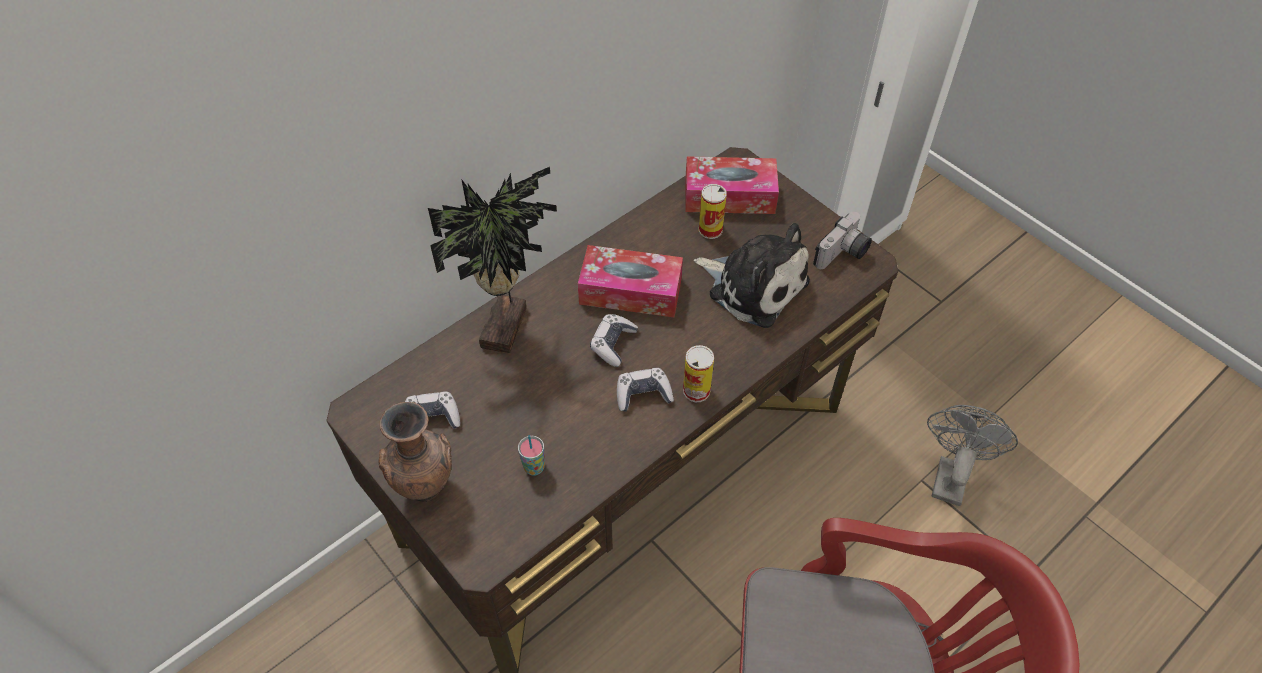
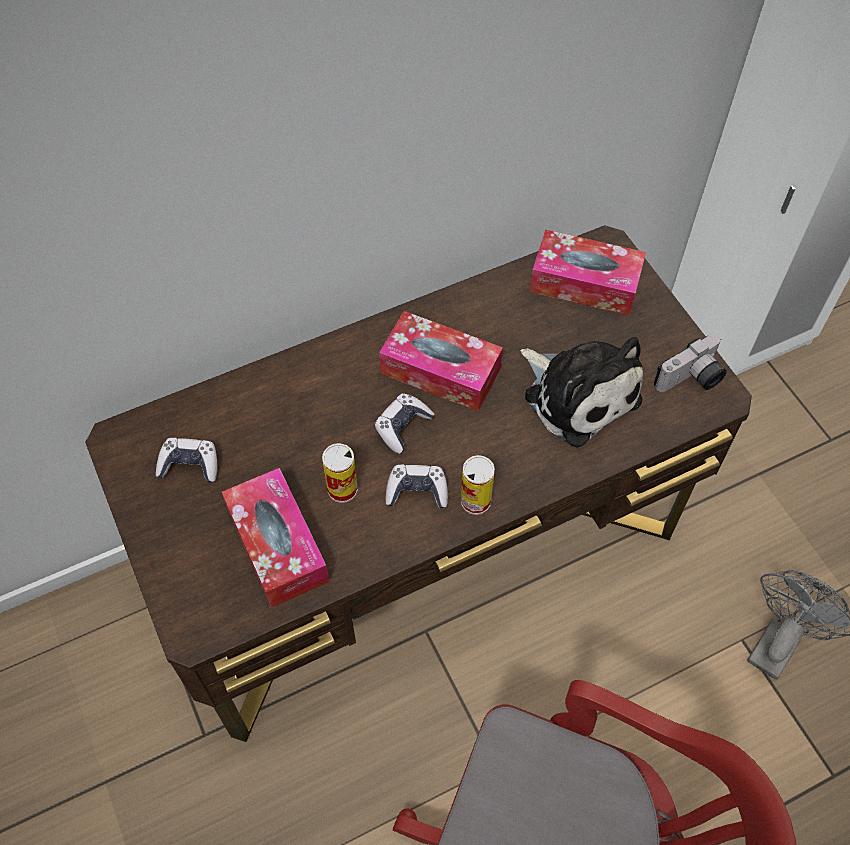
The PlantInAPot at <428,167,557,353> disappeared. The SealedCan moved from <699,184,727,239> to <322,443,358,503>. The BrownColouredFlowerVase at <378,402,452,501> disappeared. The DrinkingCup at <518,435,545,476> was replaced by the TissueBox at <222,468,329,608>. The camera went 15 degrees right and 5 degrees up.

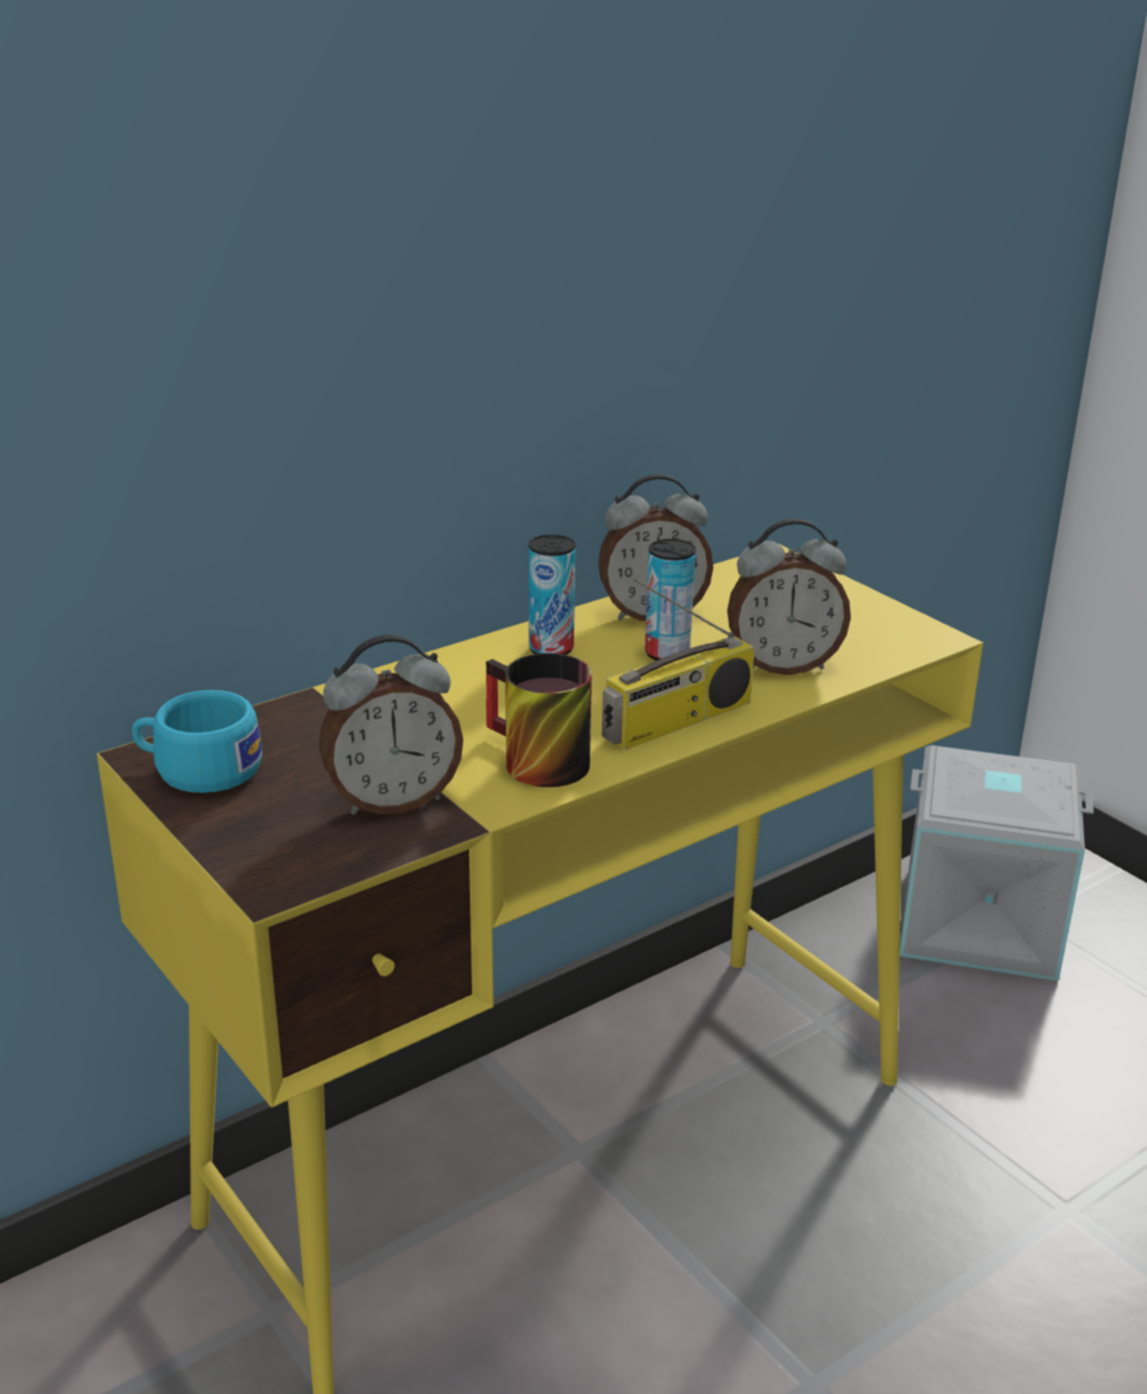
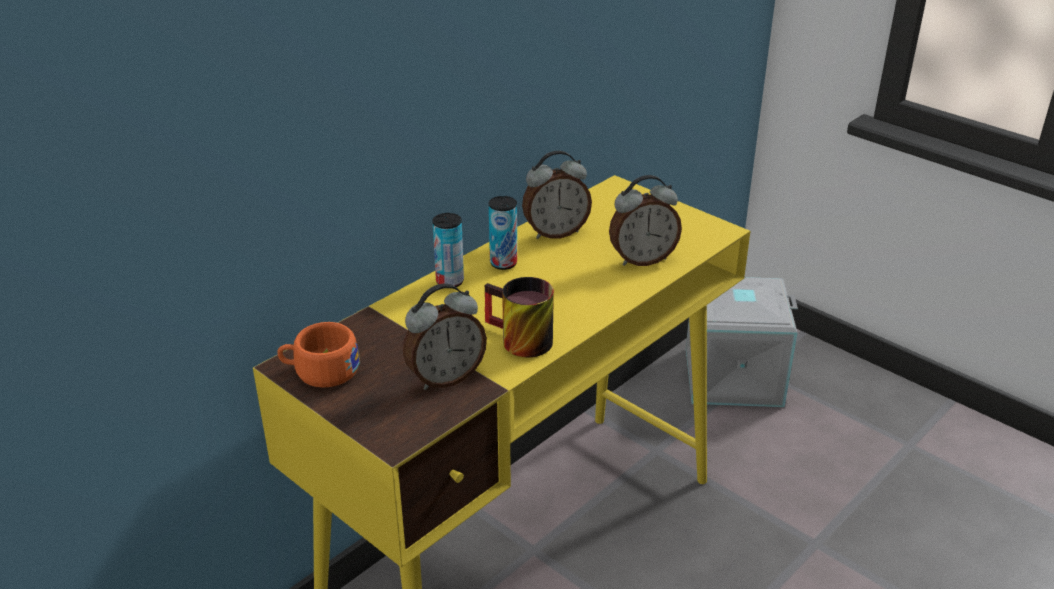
The SealedCan moved from <645,539,696,661> to <432,213,464,287>. The RadioReceiver at <602,578,755,750> disappeared. The BlueGreenDrinkingCup at <132,690,262,793> became the OrangeColouredDrinkingCup at <277,322,360,387>. The camera went 10 degrees left and 5 degrees up.

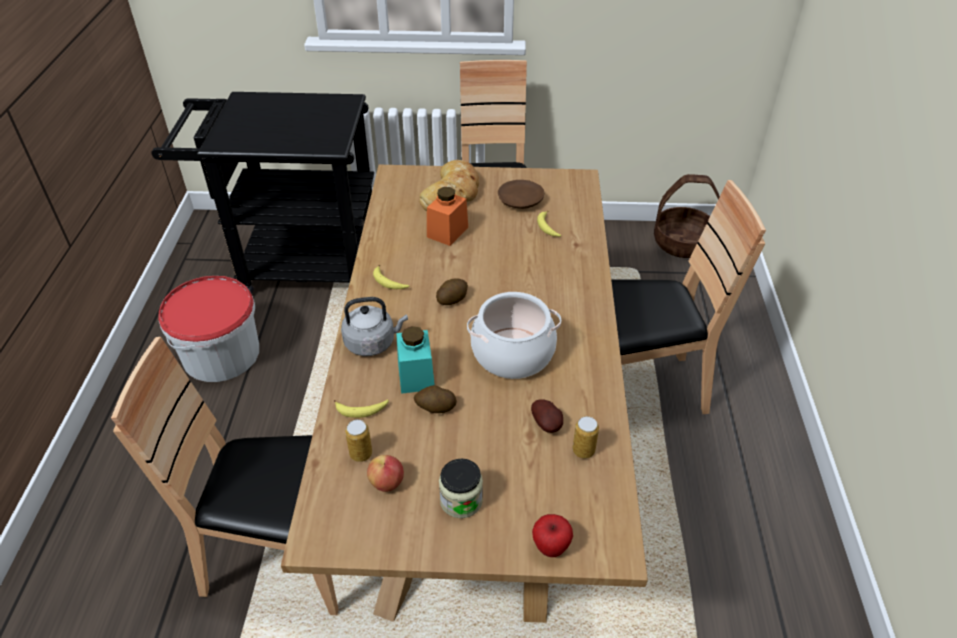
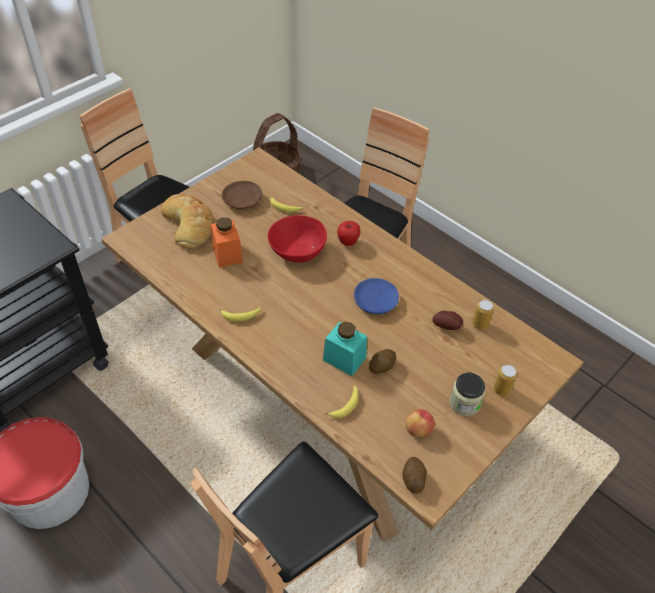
The WholePotato moved from <436,278,468,305> to <402,457,427,494>. The Stockpot at <467,292,561,379> was replaced by the BlueColouredDinnerPlate at <354,278,399,314>. The GreyishTeaKettle at <341,297,408,356> disappeared. The SealedCan moved from <345,420,372,462> to <493,365,517,396>. The WholeApple moved from <532,514,573,557> to <337,221,360,246>. The RedColouredServingBowl at <268,215,327,263> appeared. The camera went 50 degrees left and 5 degrees up.

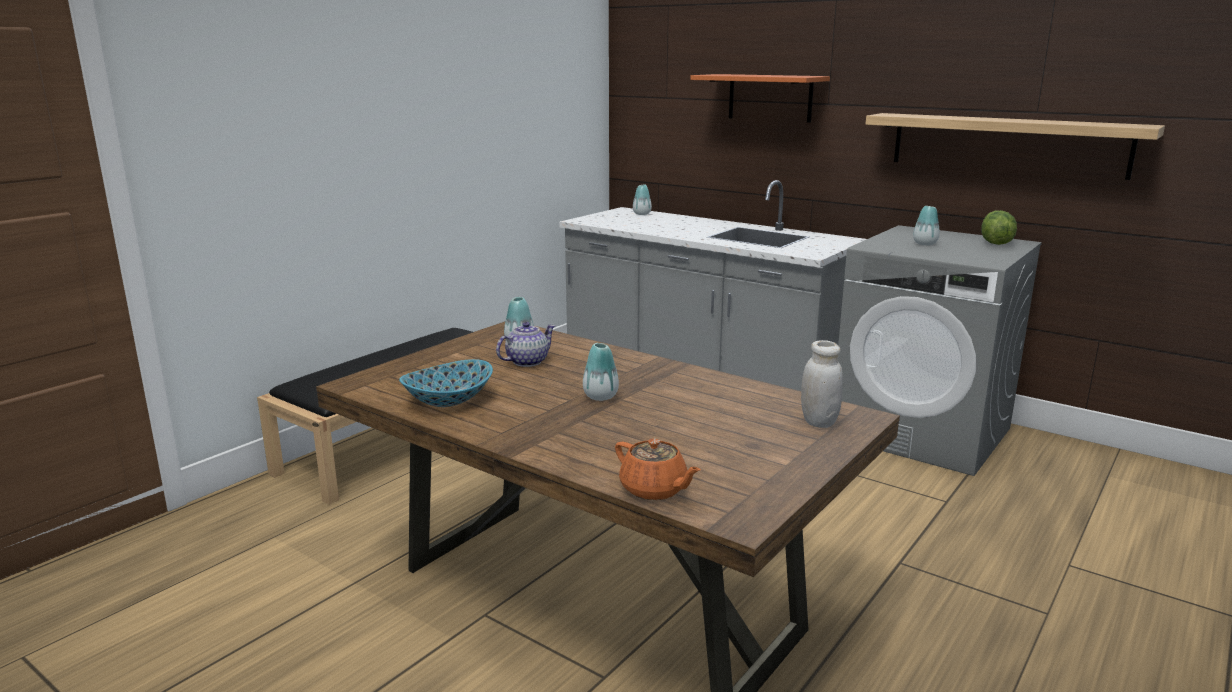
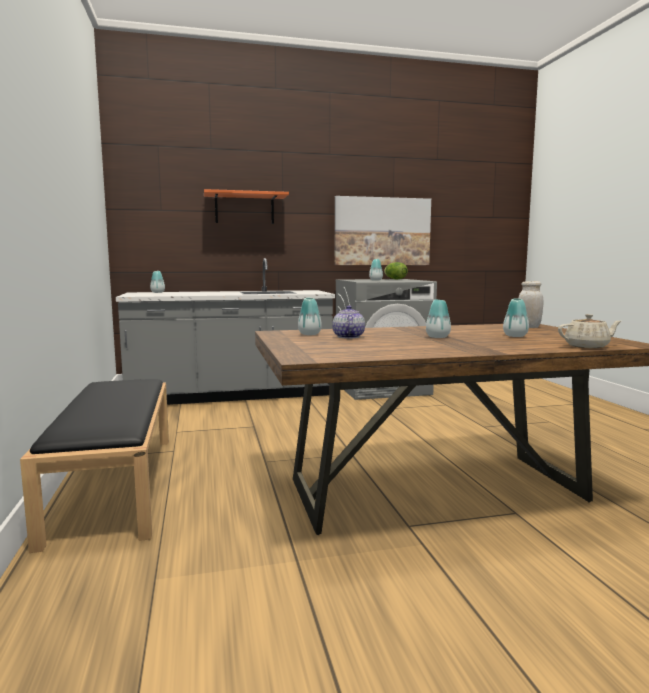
The WallShelf at <866,113,1165,180> was replaced by the Picture at <335,196,431,265>. The ServingBowl at <399,359,493,407> disappeared. The OrangeColouredTeapot at <615,439,701,500> became the SandColouredTeapot at <558,314,621,348>. The FlowerVase at <503,298,529,337> appeared. The camera went 50 degrees left and 10 degrees down.

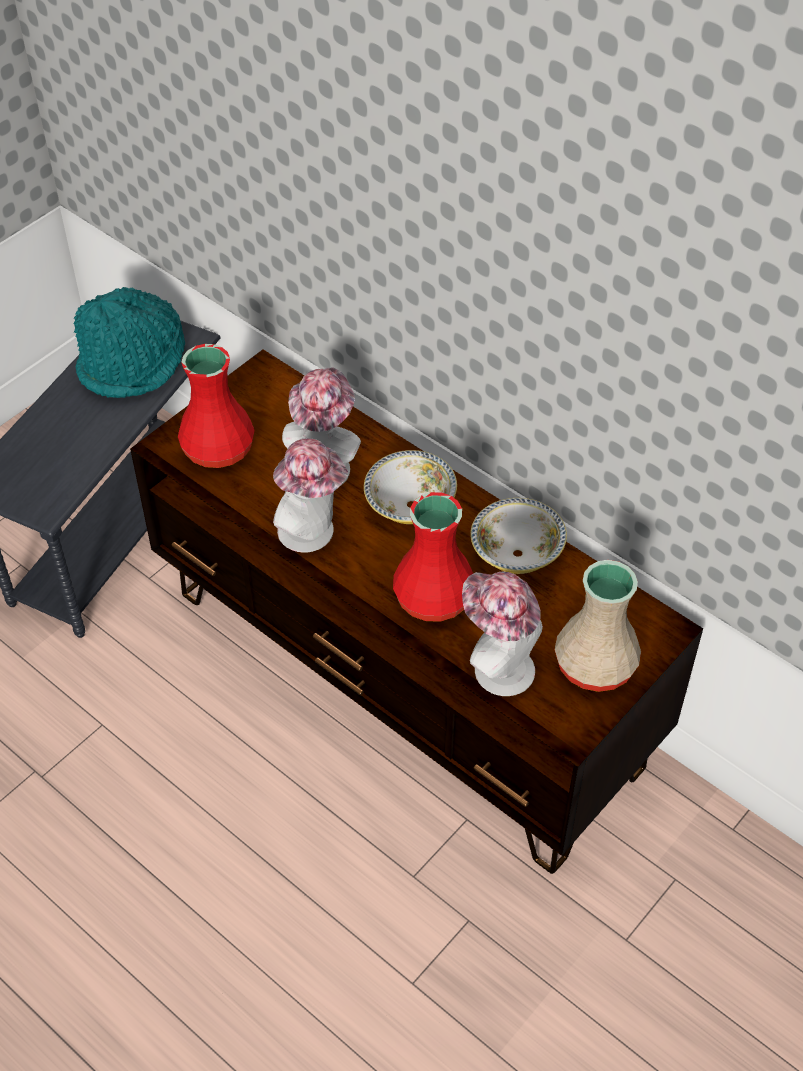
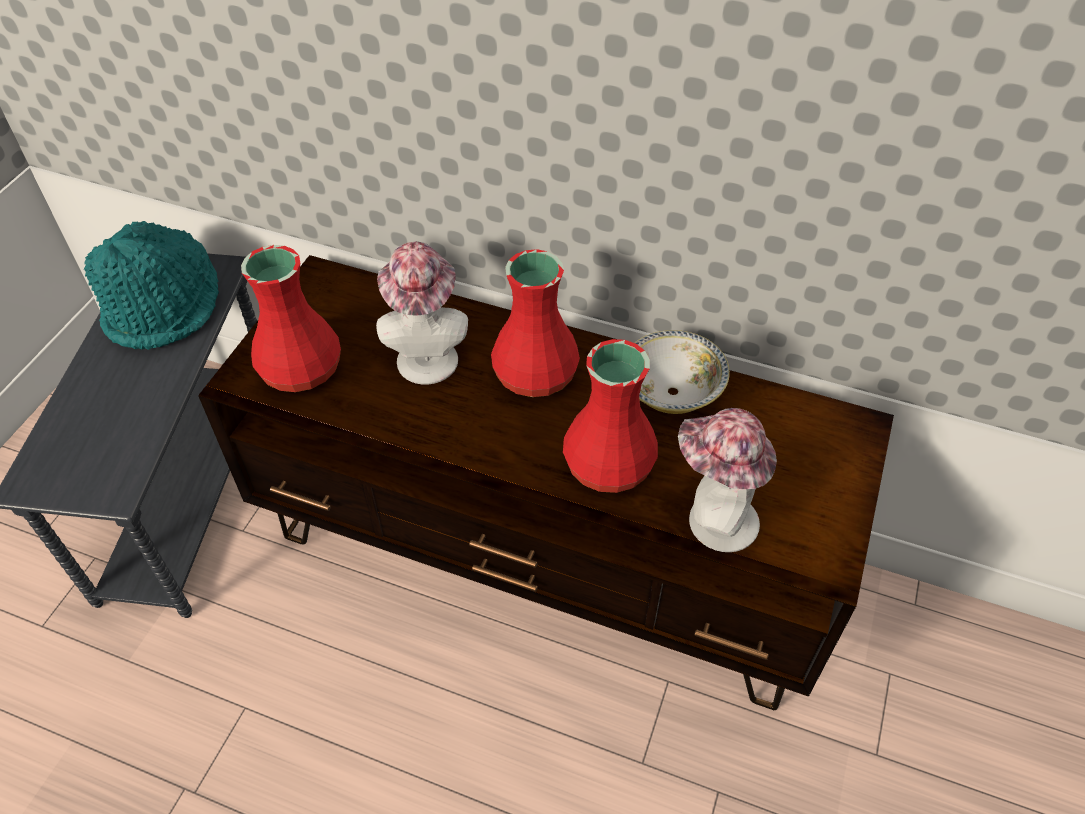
The ClothingHat at <273,438,348,553> disappeared. The ServingBowl at <364,450,457,524> was replaced by the RedColouredFlowerVase at <491,249,580,397>. The SandColouredFlowerVase at <555,560,641,692> disappeared. The camera went 20 degrees left and 0 degrees up.

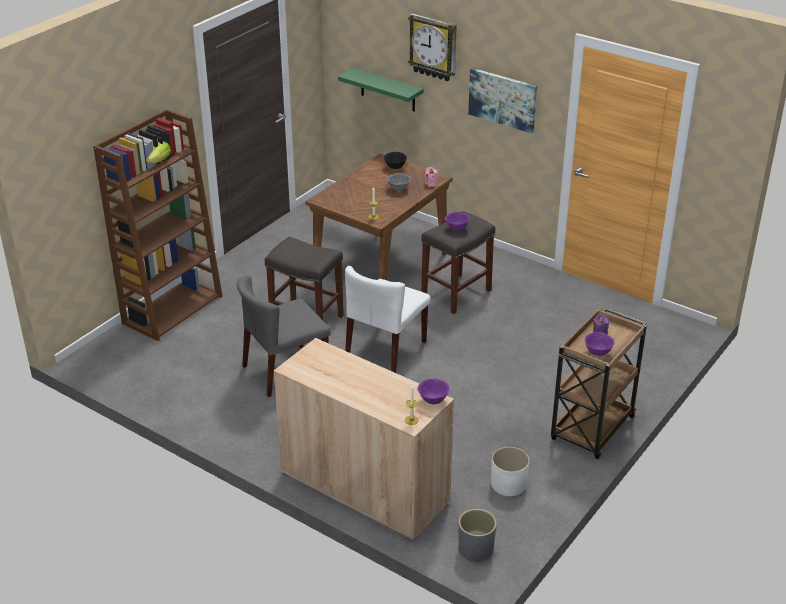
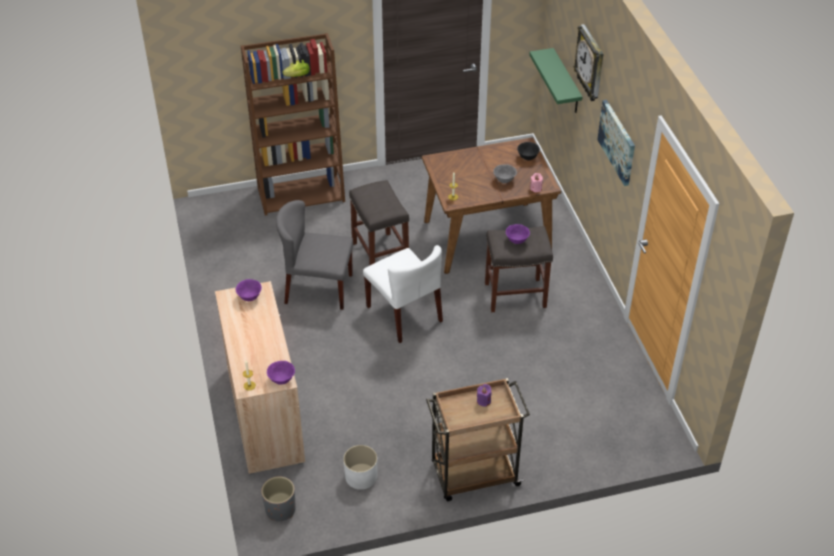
The WhiteColouredUprightChair at <345,266,431,373> turned 105 degrees counterclockwise. The PurpleServingBowl moved from <585,332,615,356> to <236,279,262,301>. The camera went 40 degrees right and 10 degrees up.

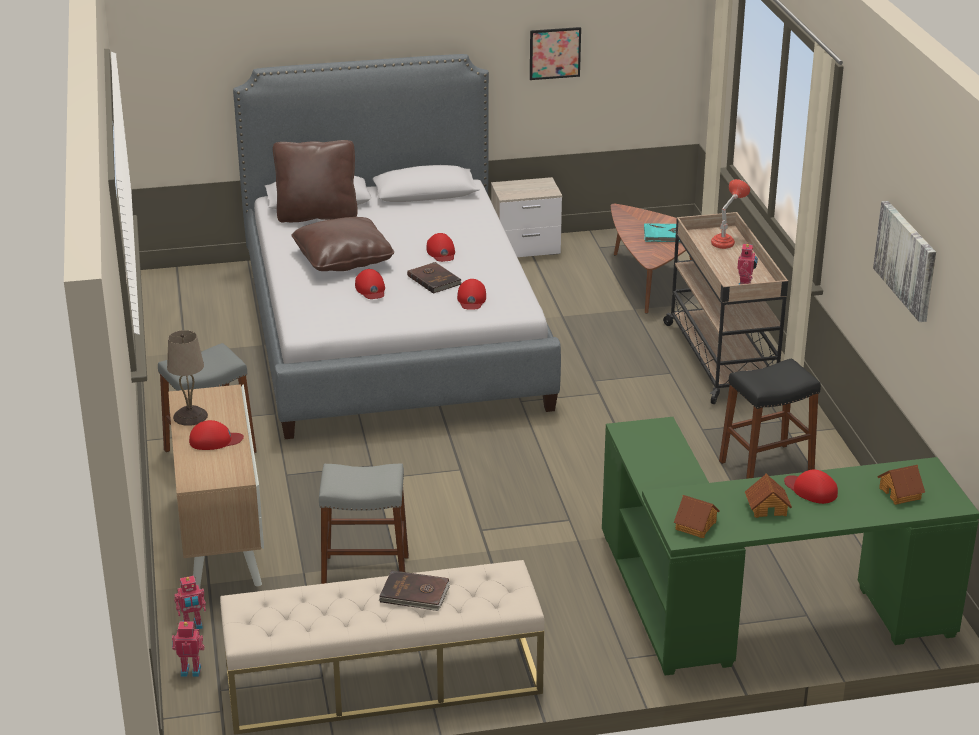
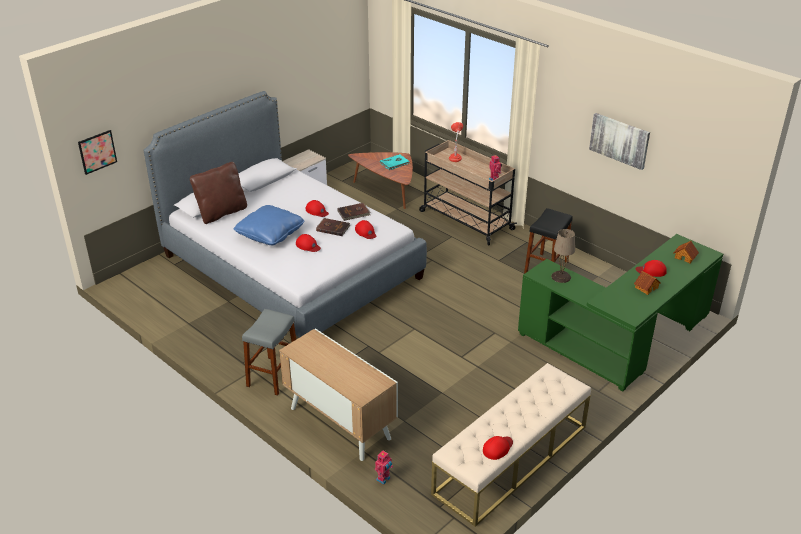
The Picture moved from <530,27,581,80> to <78,130,117,175>. The BrownColouredCushion at <292,217,394,271> became the BlueColouredCushion at <234,205,304,245>. The SandColouredLampForATable moved from <167,330,208,426> to <551,229,575,283>. The RedColouredBaseballCap moved from <189,420,244,450> to <483,436,513,460>. The GreyishStoolSeat at <319,463,409,584> disappeared. The ModelHouse at <674,495,720,538> disappeared. The BrownColouredBoundBook moved from <378,570,450,611> to <337,203,371,221>. The ToyRobot at <172,621,204,677> disappeared. The camera went 35 degrees left and 5 degrees up.

